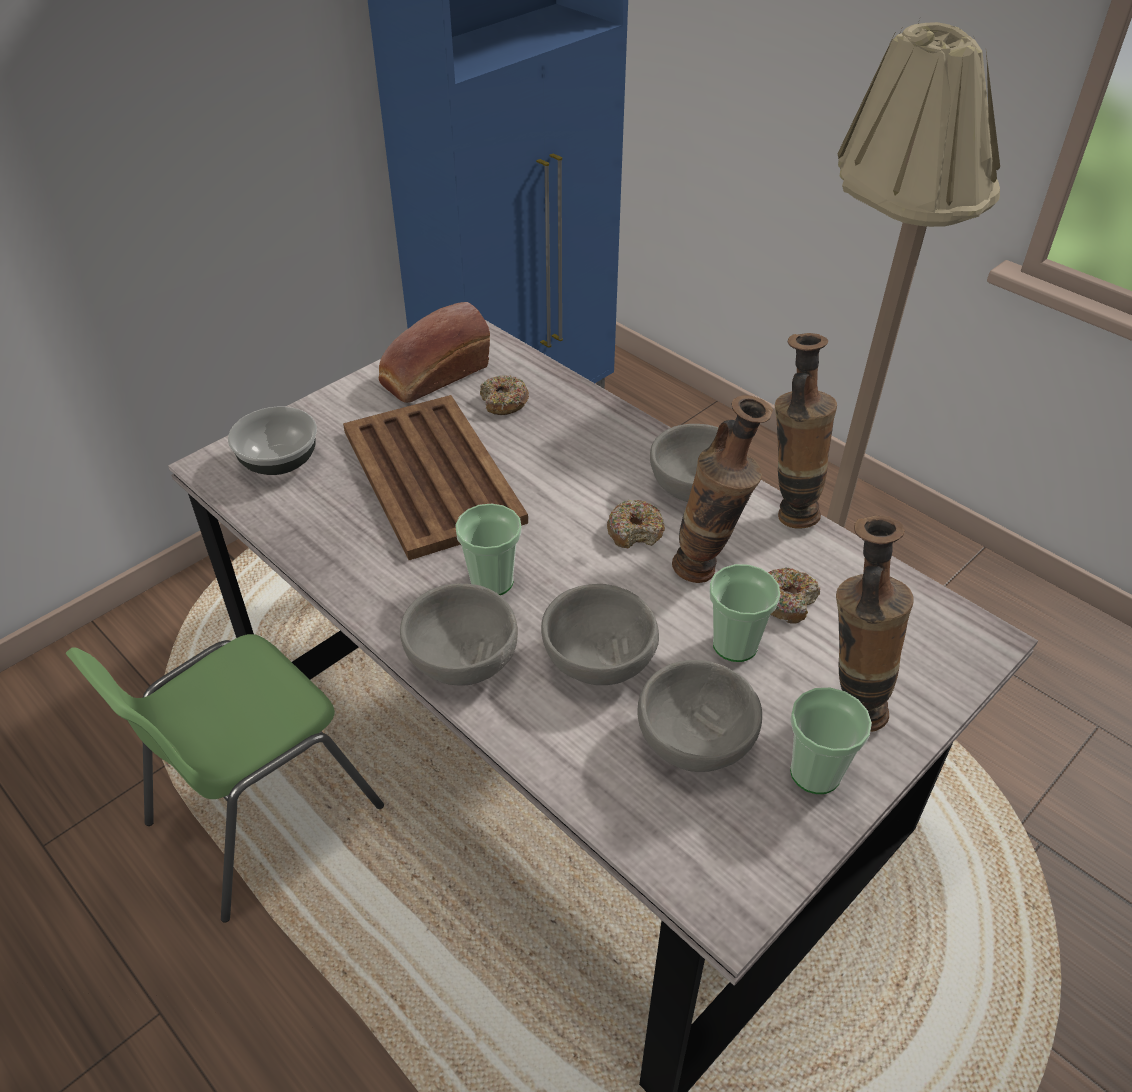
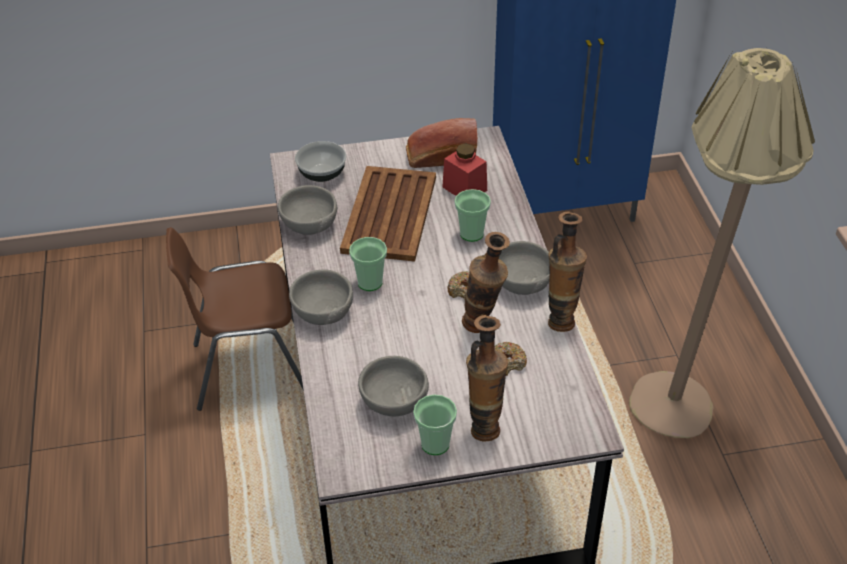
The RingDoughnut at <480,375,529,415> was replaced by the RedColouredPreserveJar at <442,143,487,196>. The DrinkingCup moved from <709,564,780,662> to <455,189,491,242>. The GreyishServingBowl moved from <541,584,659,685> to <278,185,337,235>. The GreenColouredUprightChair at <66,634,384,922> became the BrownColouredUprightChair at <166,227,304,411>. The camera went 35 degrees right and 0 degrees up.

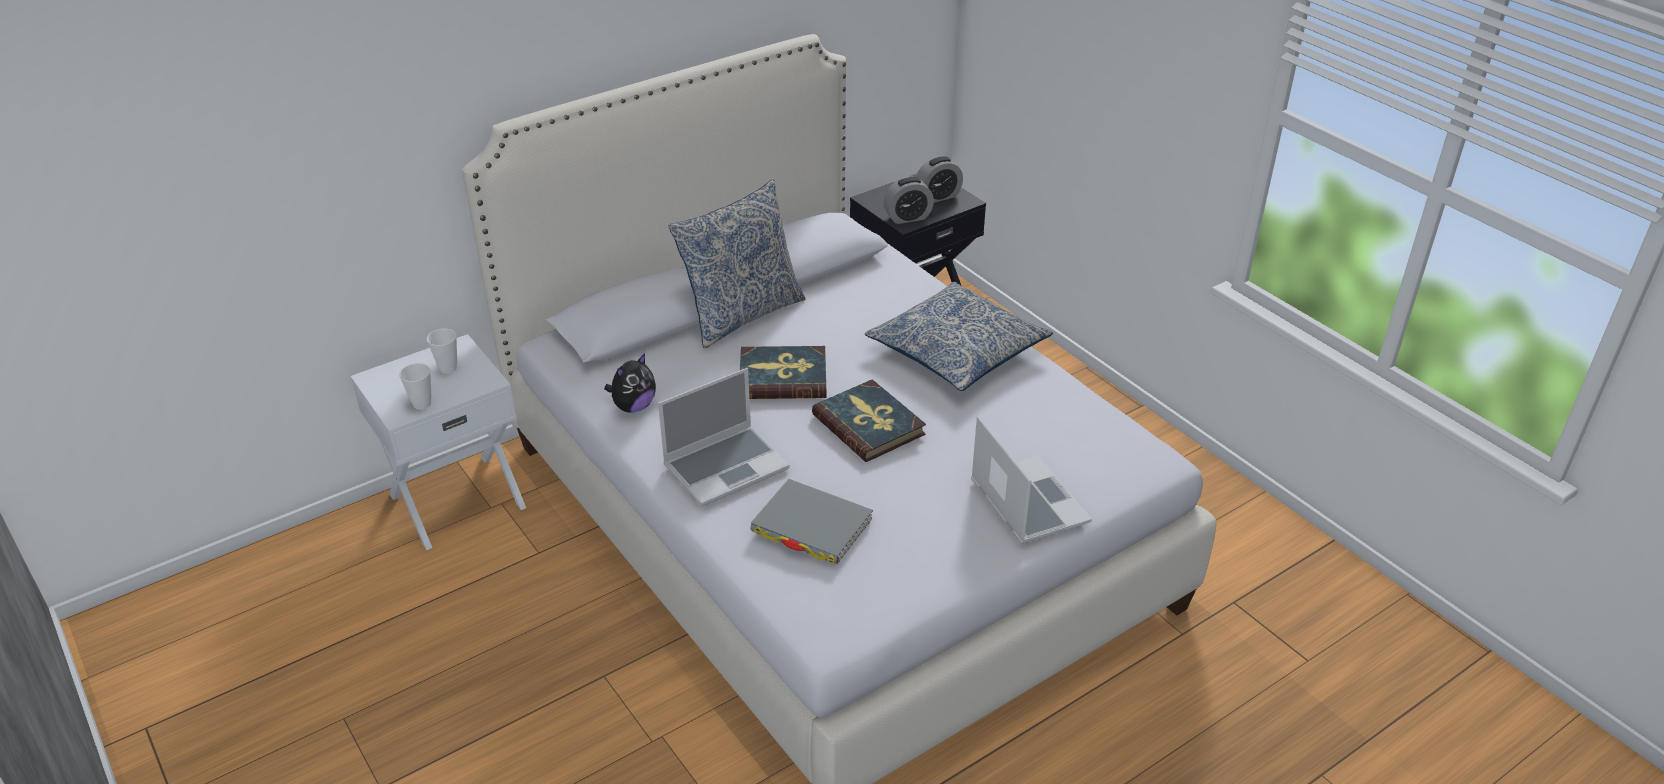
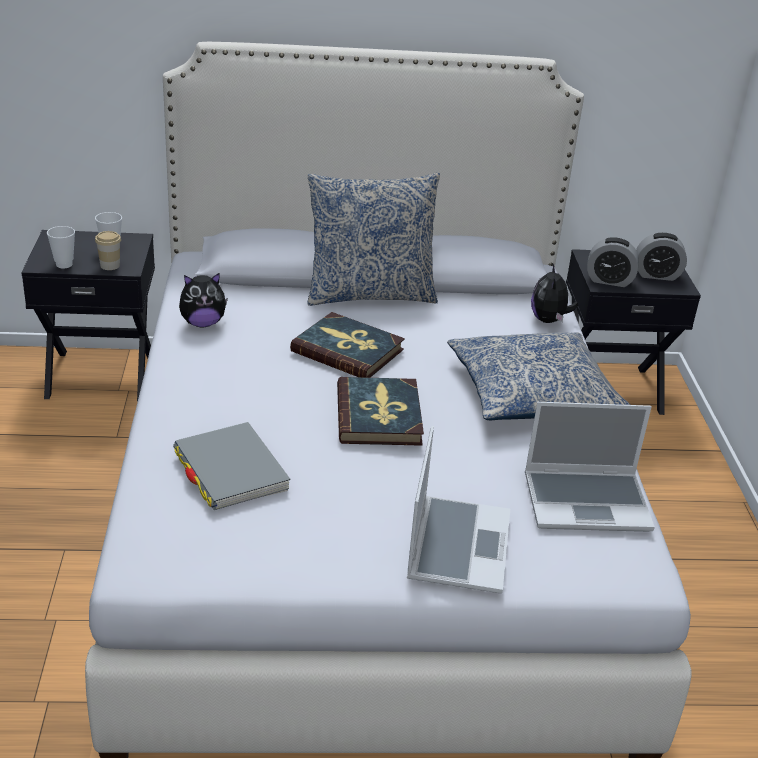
The WhiteColouredNightstand at <350,334,526,550> became the BlackishNightstand at <21,230,155,402>. The NotebookComputer moved from <658,368,789,507> to <525,402,655,532>. The DrinkingCup at <95,231,121,270> appeared. The CuddlyToy at <531,264,578,323> appeared. The camera went 30 degrees right and 5 degrees down.

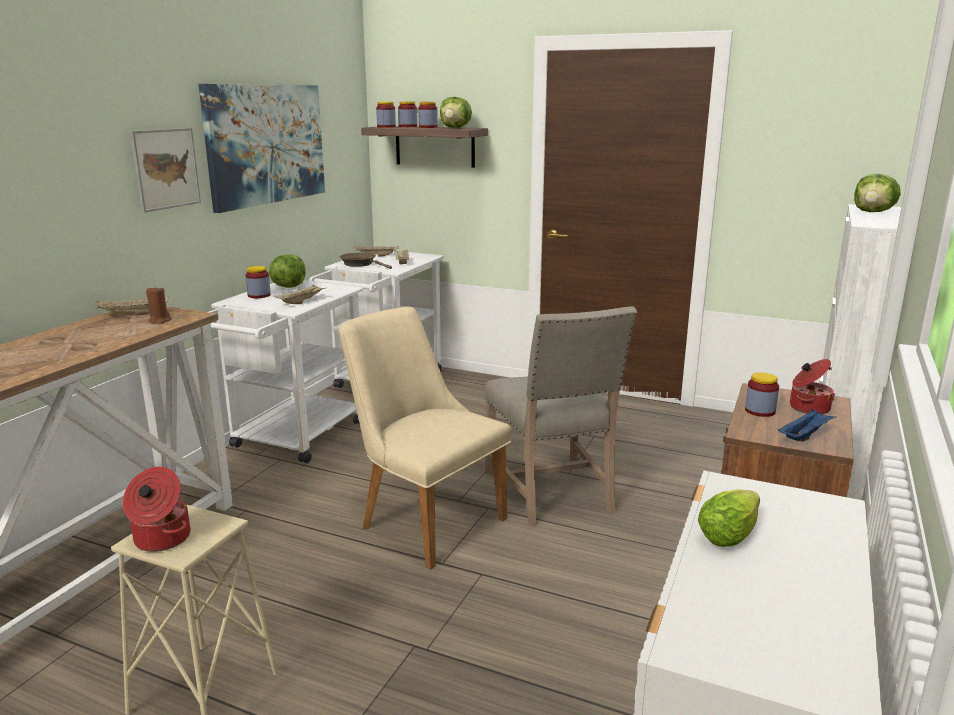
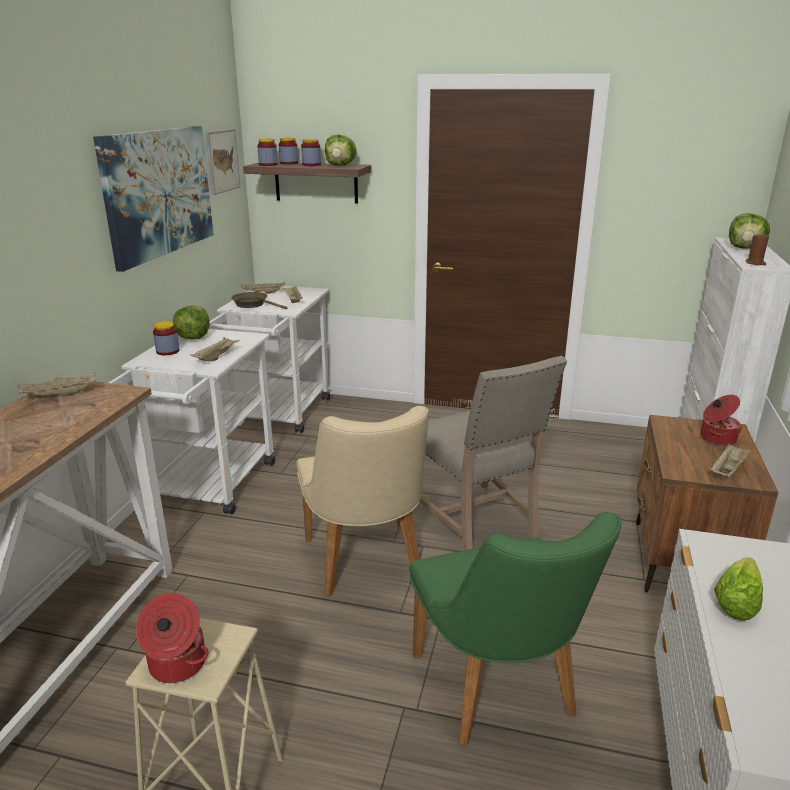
The Picture moved from <130,128,201,213> to <206,129,240,195>. The BrownColouredWaxLight moved from <146,286,171,324> to <746,233,769,266>. The SandColouredUprightChair at <339,307,511,569> turned 135 degrees counterclockwise. The PreserveJar at <745,372,779,417> disappeared. The BlueColouredCarryingTray at <778,409,837,442> became the SandColouredCarryingTray at <710,443,752,478>. The GreenColouredUprightChair at <409,512,622,747> appeared. The camera went 10 degrees left and 5 degrees up.

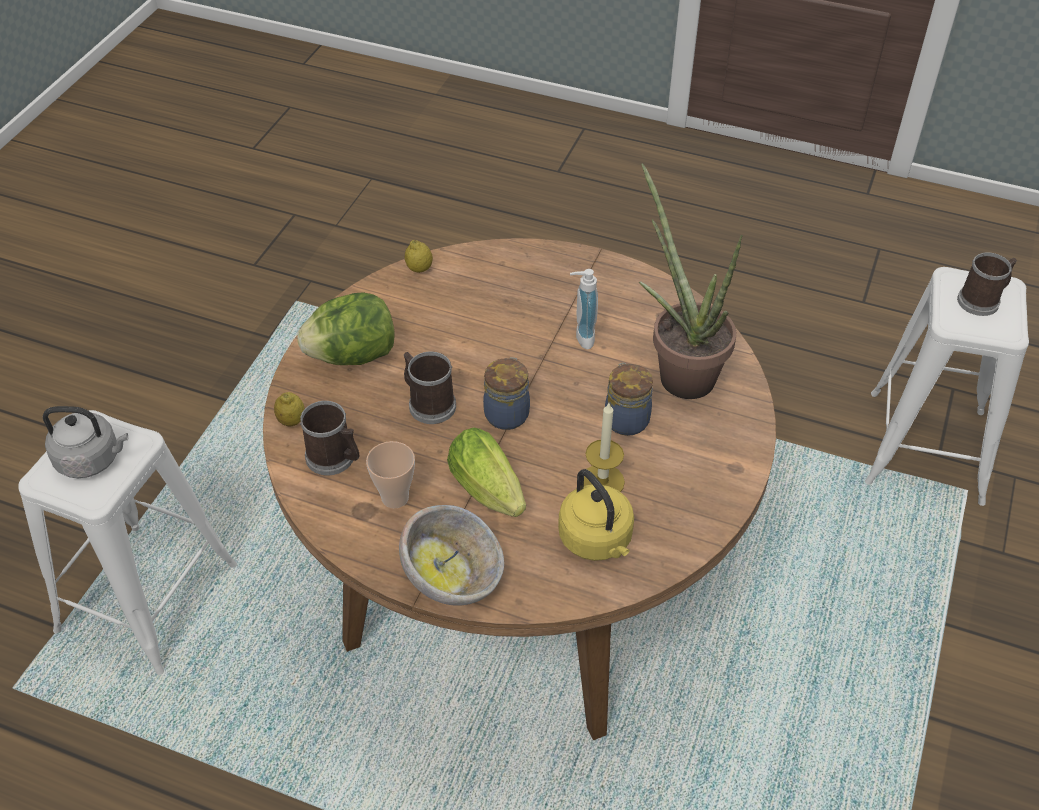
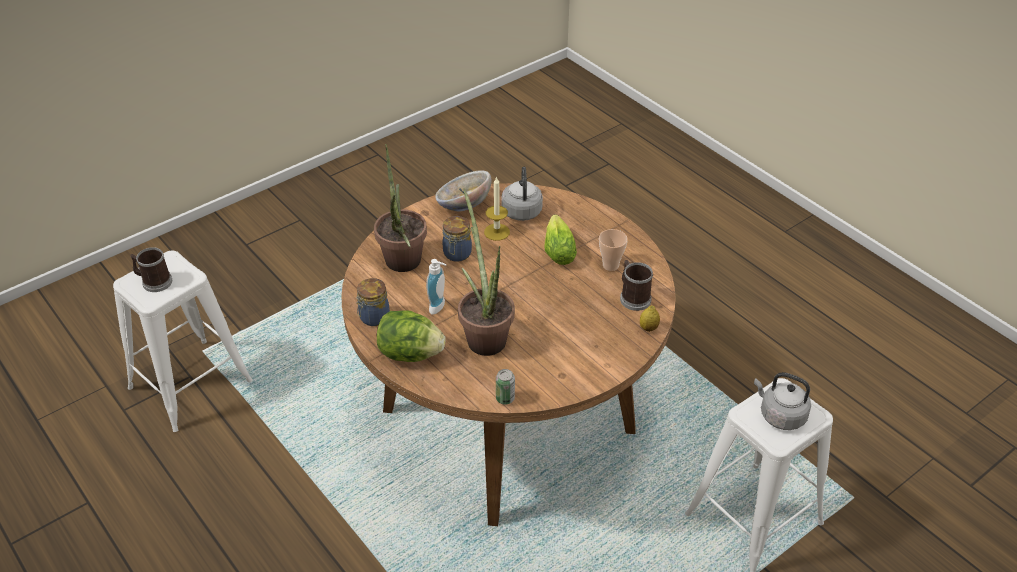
The CitrusFruit at <405,240,433,273> was replaced by the SealedCan at <496,369,515,405>. The LettuceHead moved from <297,293,395,365> to <377,310,446,362>. The Mug at <404,352,456,424> disappeared. The PreserveJar moved from <483,357,530,430> to <356,278,390,326>. The YellowColouredTeaKettle at <558,469,634,561> became the GreyishTeaKettle at <501,167,543,221>. The ServingBowl moved from <399,505,504,606> to <435,170,491,211>. The PlantInAPot at <458,188,515,356> appeared. The camera went 150 degrees left and 5 degrees down.

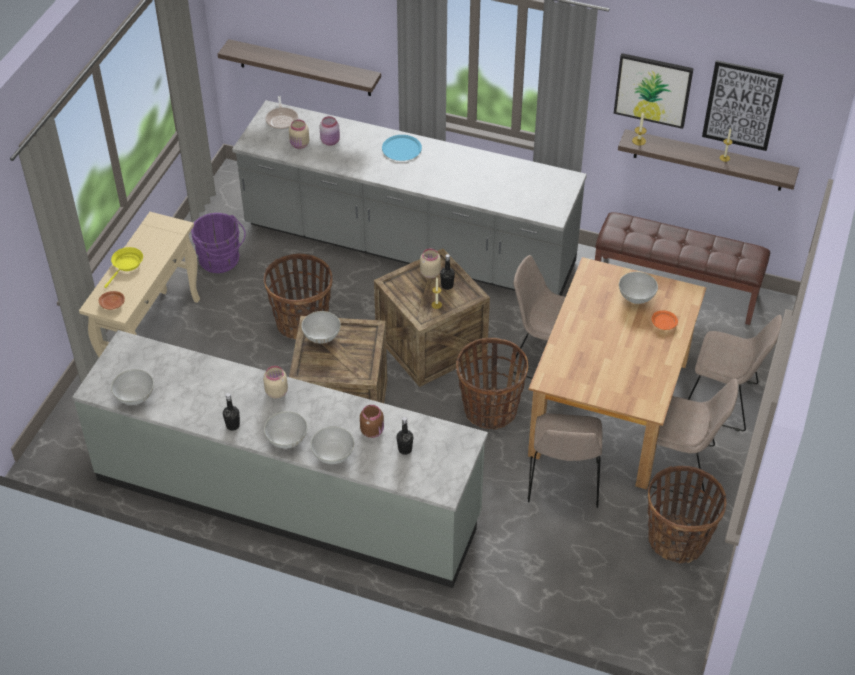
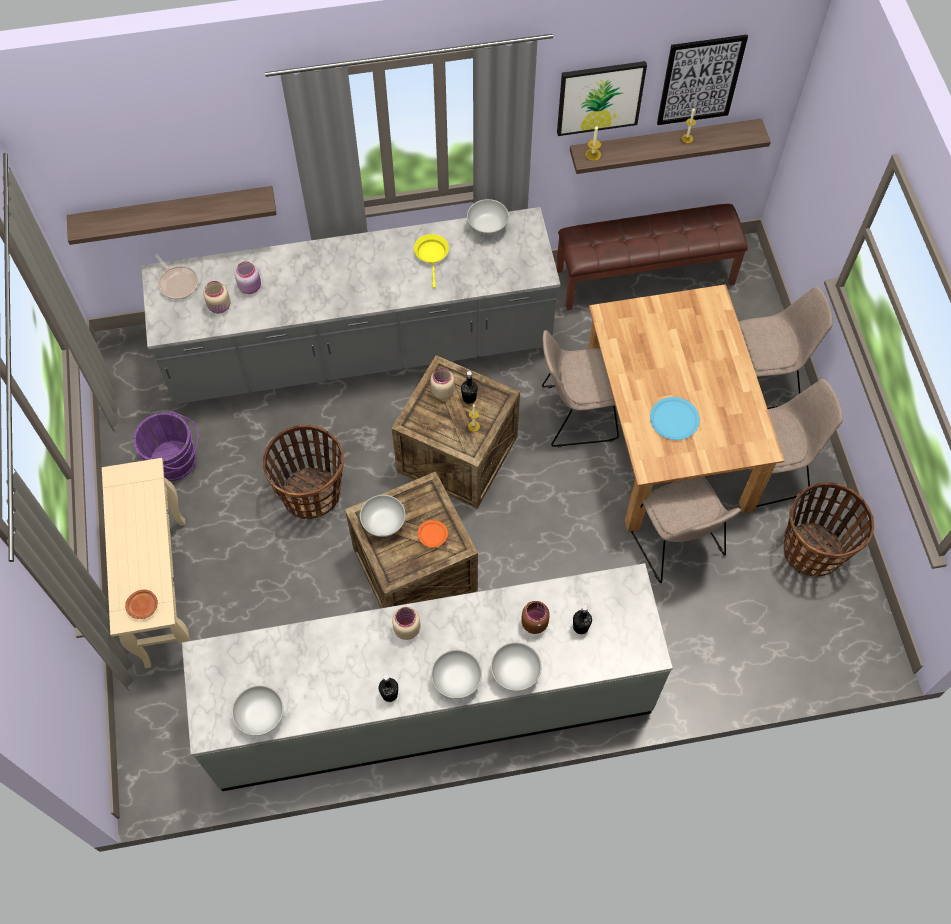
The BlueColouredDinnerPlate moved from <382,135,422,161> to <650,397,700,440>. The YellowColouredSkillet moved from <104,247,143,288> to <414,234,449,288>. The WhiteColouredServingBowl moved from <619,272,658,304> to <467,199,509,236>. The OrangeColouredDinnerPlate moved from <652,310,678,330> to <418,520,448,547>. The Basket at <456,338,528,430> disappeared. The camera went 30 degrees left and 15 degrees up.

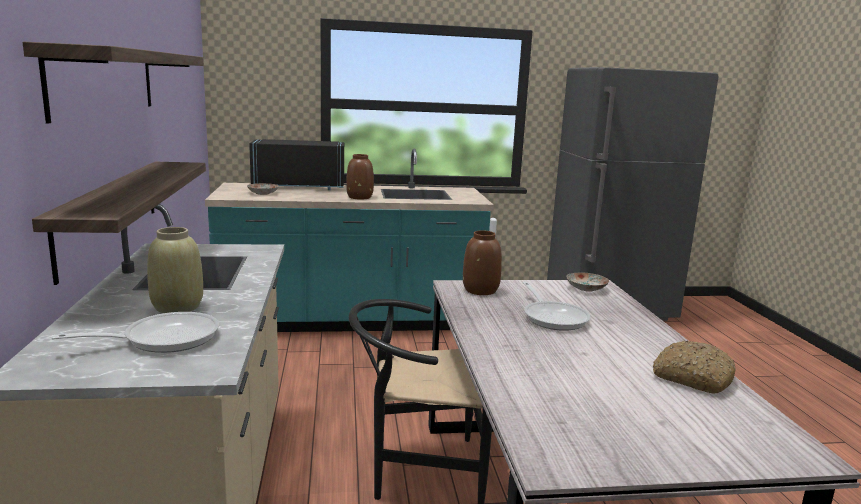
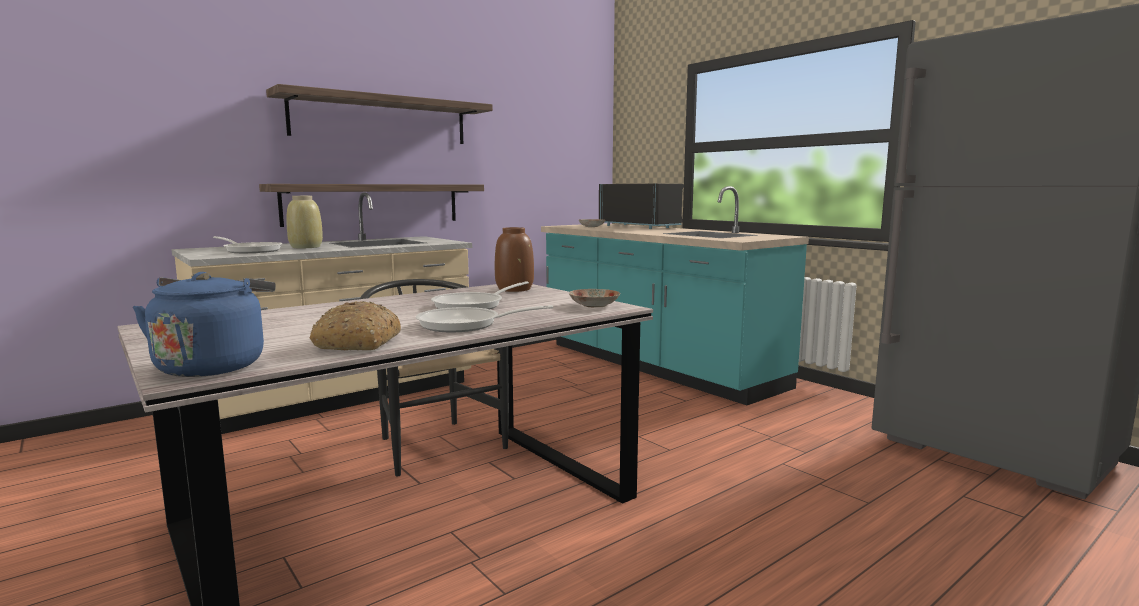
The BrownColouredFlowerVase at <346,154,374,199> disappeared. The BlueColouredTeaKettle at <133,272,276,377> appeared. The Skillet at <416,305,553,332> appeared. The camera went 60 degrees right and 5 degrees down.

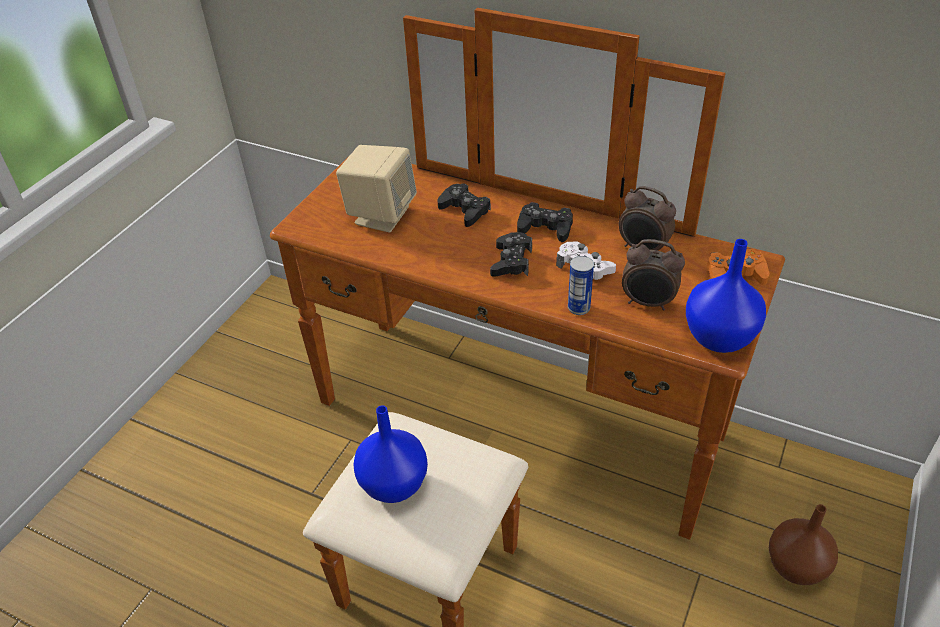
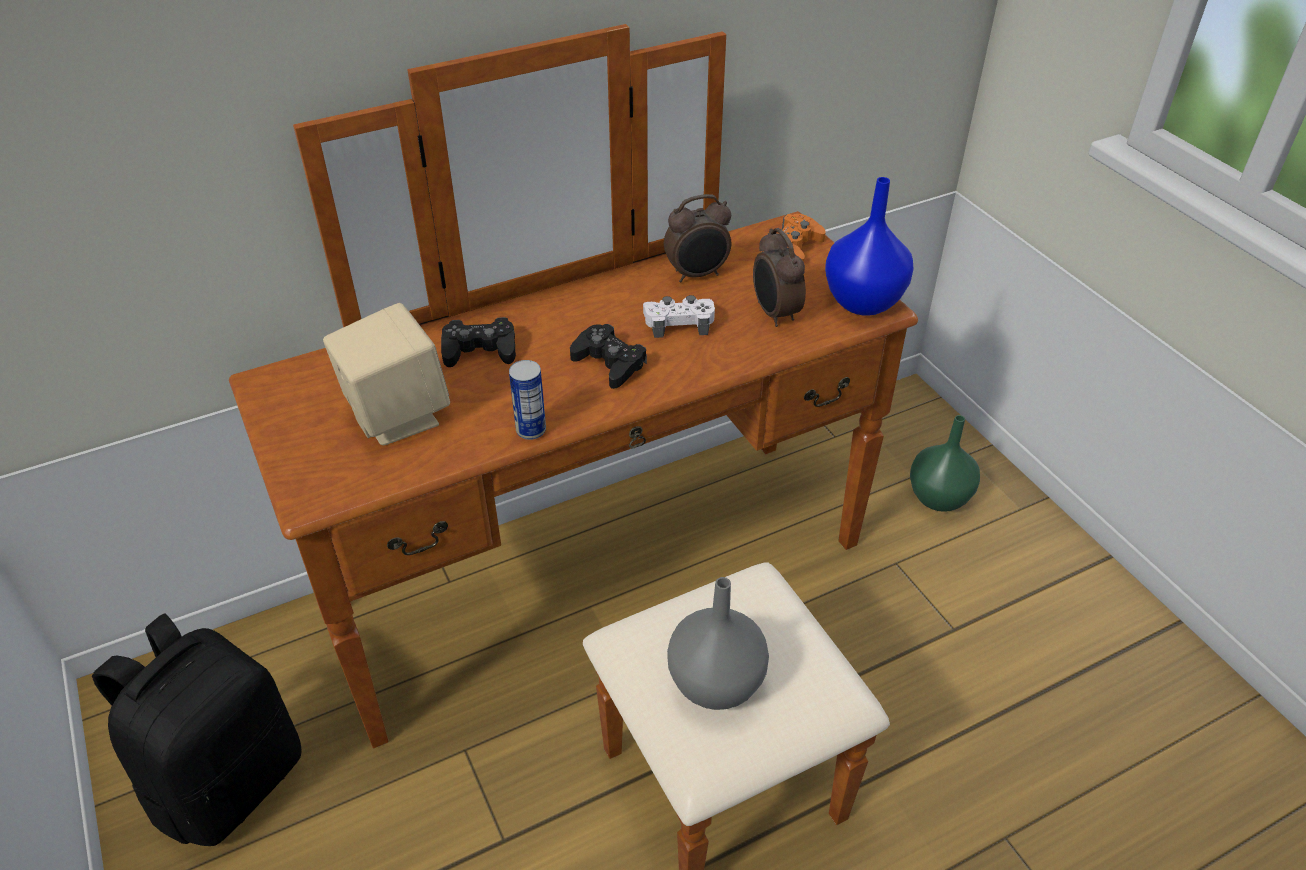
The BlackishGameController at <517,202,573,242> disappeared. The TableClock at <622,239,685,311> turned 105 degrees clockwise. The SealedCan moved from <568,256,594,315> to <509,360,546,440>. The BlueColouredFlowerVase at <354,405,428,503> became the GreyishFlowerVase at <667,577,769,710>. The BrownColouredFlowerVase at <769,504,838,585> became the GreenColouredFlowerVase at <910,415,980,512>. The BlackishKnapsack at <92,613,302,846> appeared. The camera went 55 degrees left and 0 degrees up.

